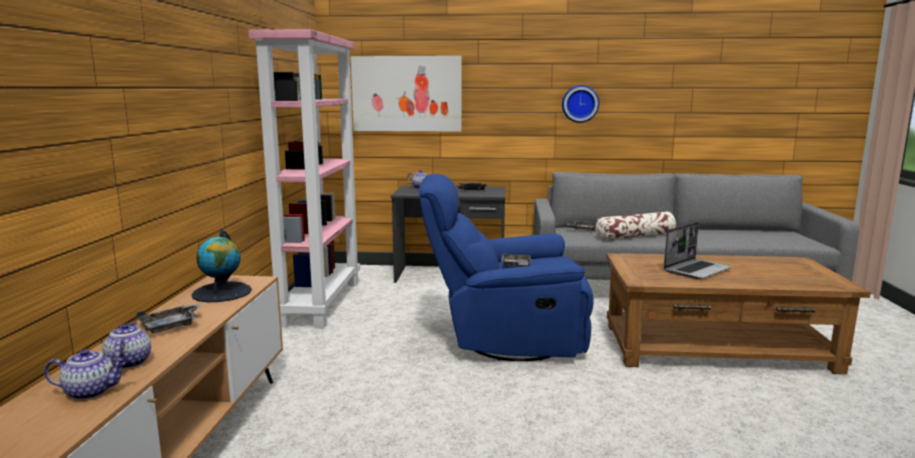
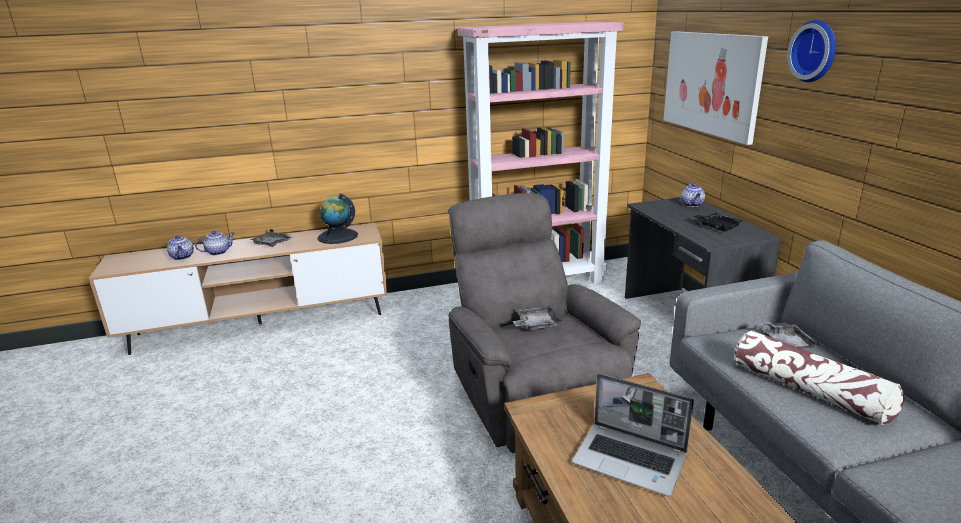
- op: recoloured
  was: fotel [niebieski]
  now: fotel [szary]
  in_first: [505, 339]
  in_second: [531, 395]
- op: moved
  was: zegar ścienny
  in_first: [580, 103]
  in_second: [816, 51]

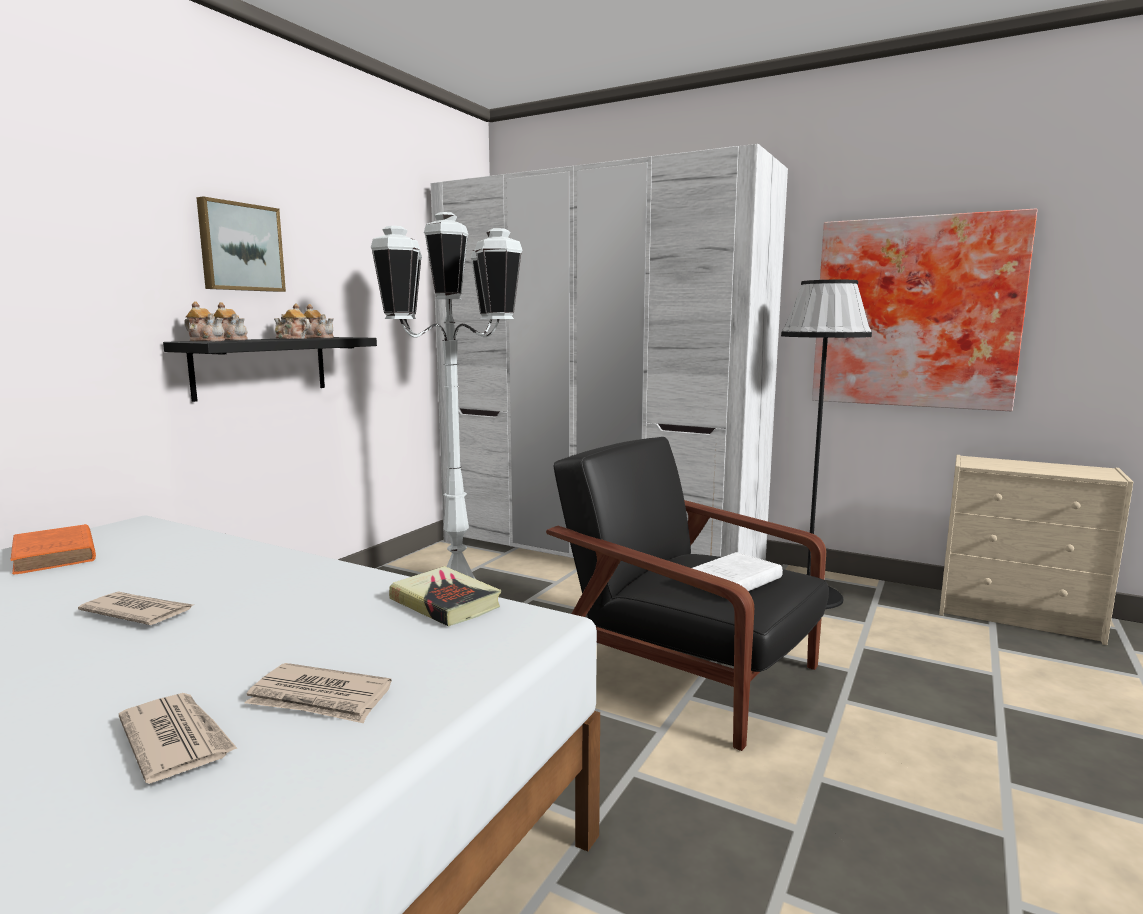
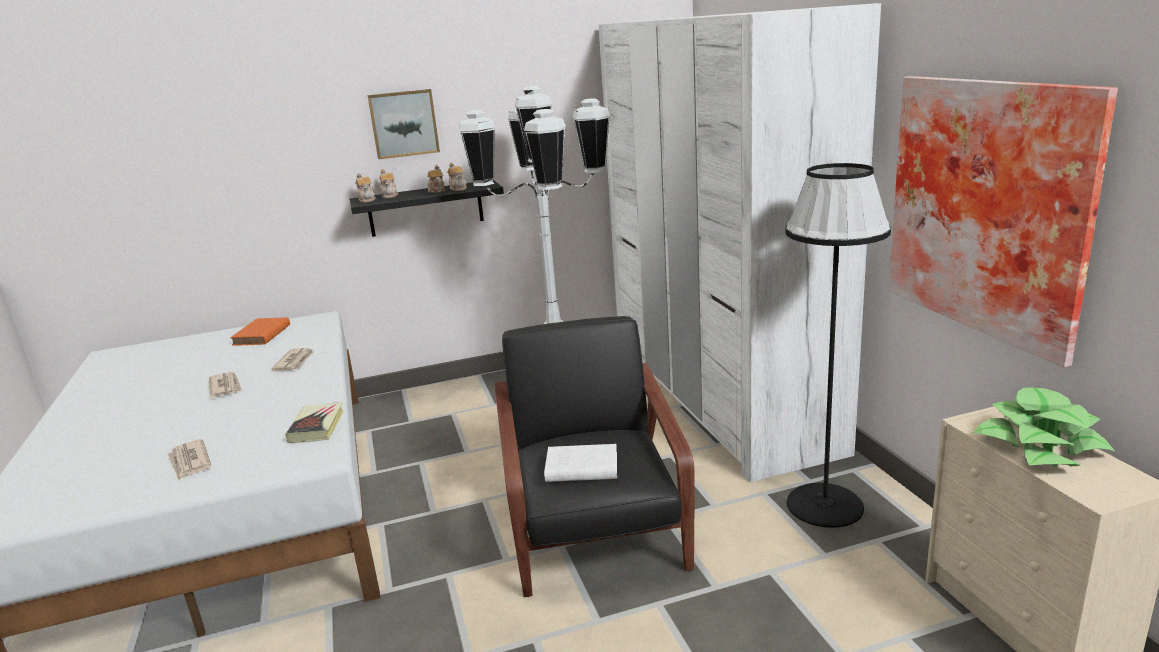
- op: moved
  was: gazeta
  in_first: [177, 739]
  in_second: [295, 362]
- op: added
  now: roślina doniczkowa
  in_second: [1040, 446]

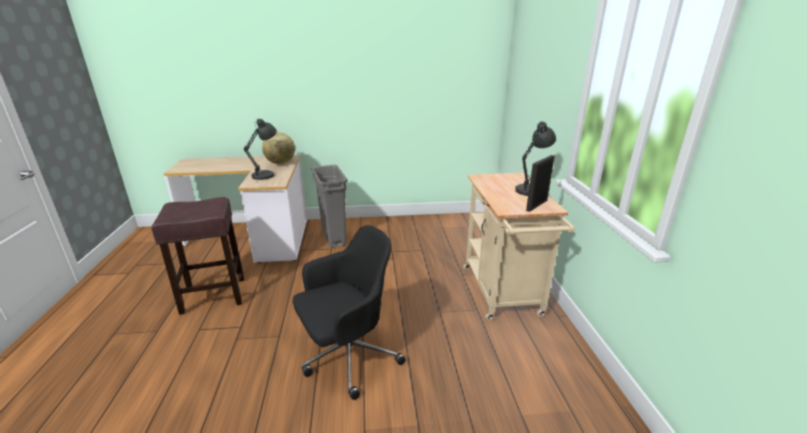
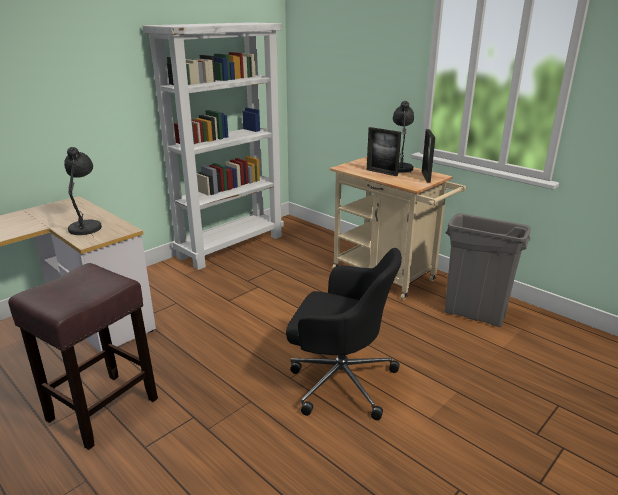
- op: removed
  was: globus
  in_first: [281, 163]
- op: turned
  was: krzesło biurowe [czarny]
  in_first: [347, 356]
  in_second: [339, 380]
  clockwise: 90
- op: moved
  was: kosz na śmieci [szary]
  in_first: [333, 237]
  in_second: [473, 315]
- op: added
  now: regał [biały]
  in_second: [231, 246]
- op: added
  now: ramka na zdjęcie
  in_second: [382, 172]

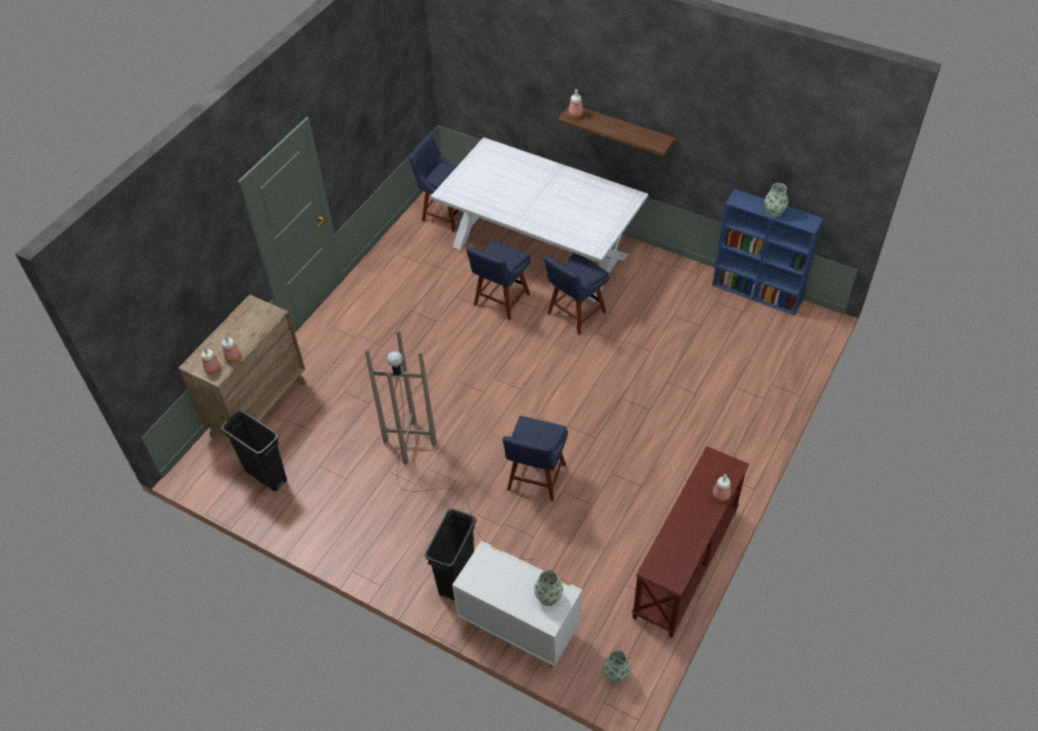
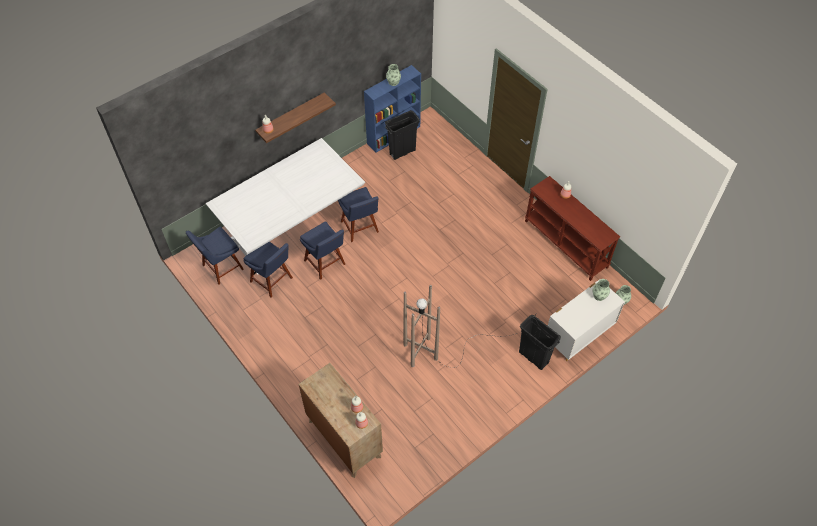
- op: moved
  was: kosz na śmieci [czarny]
  in_first: [266, 476]
  in_second: [402, 152]
- op: moved
  was: krzesło [niebieski]
  in_first: [535, 479]
  in_second: [273, 281]

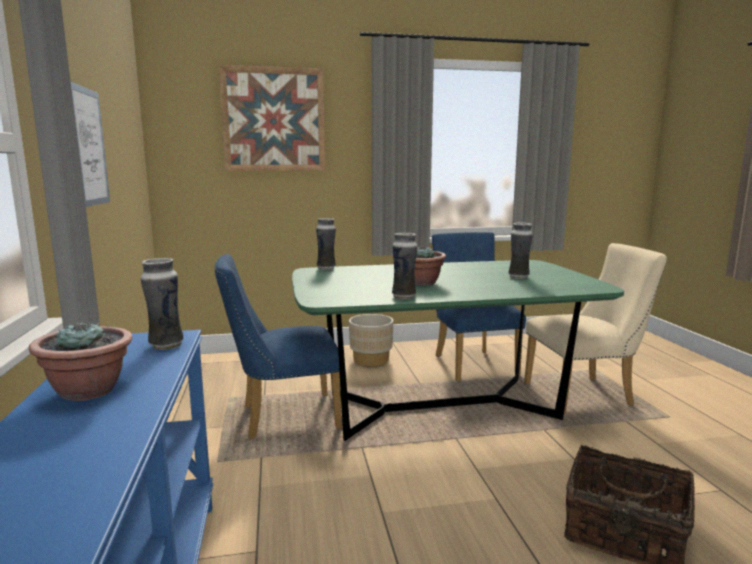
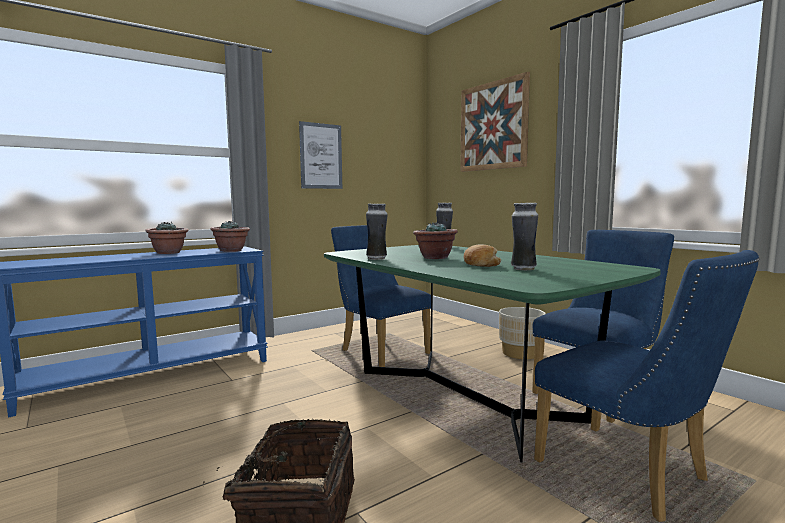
- op: replaced
  was: wazon
  now: roślina doniczkowa
  in_first: [165, 345]
  in_second: [231, 250]
- op: recoloured
  was: krzesło [beżowy]
  now: krzesło [niebieski]
  in_first: [585, 395]
  in_second: [631, 476]
- op: added
  now: chleb
  in_second: [480, 264]

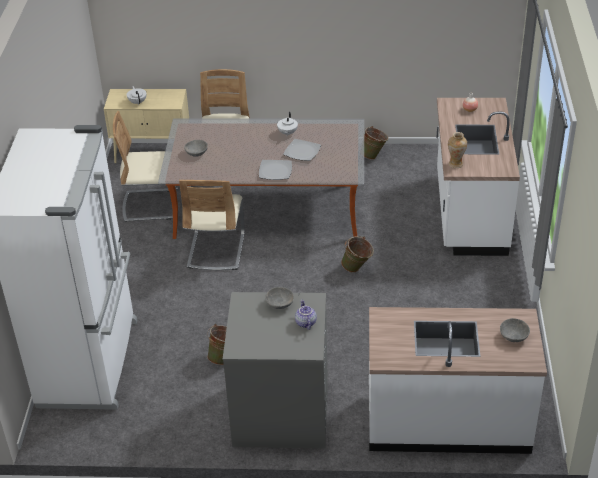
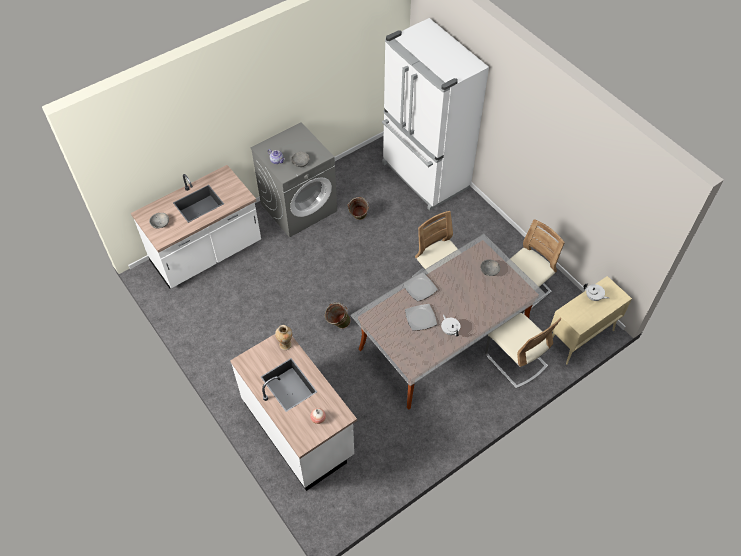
- op: removed
  was: wiadro [zielony]
  in_first: [374, 156]

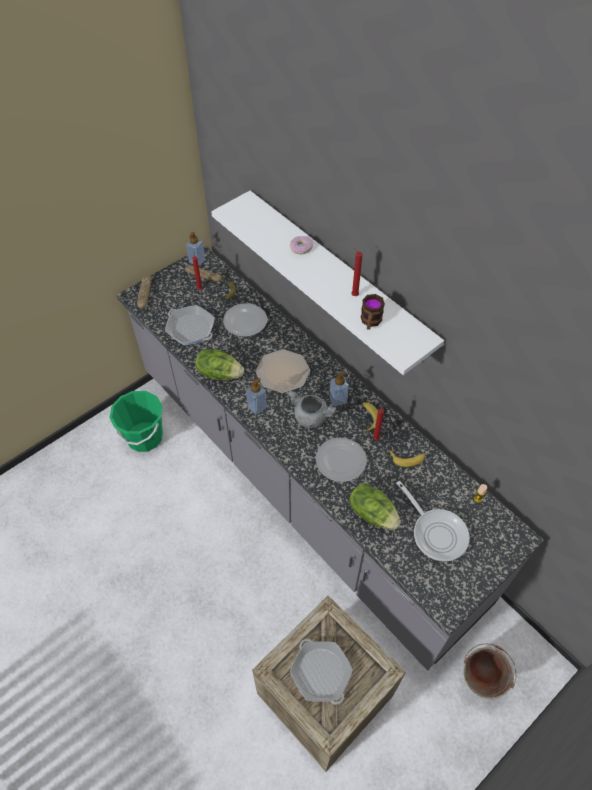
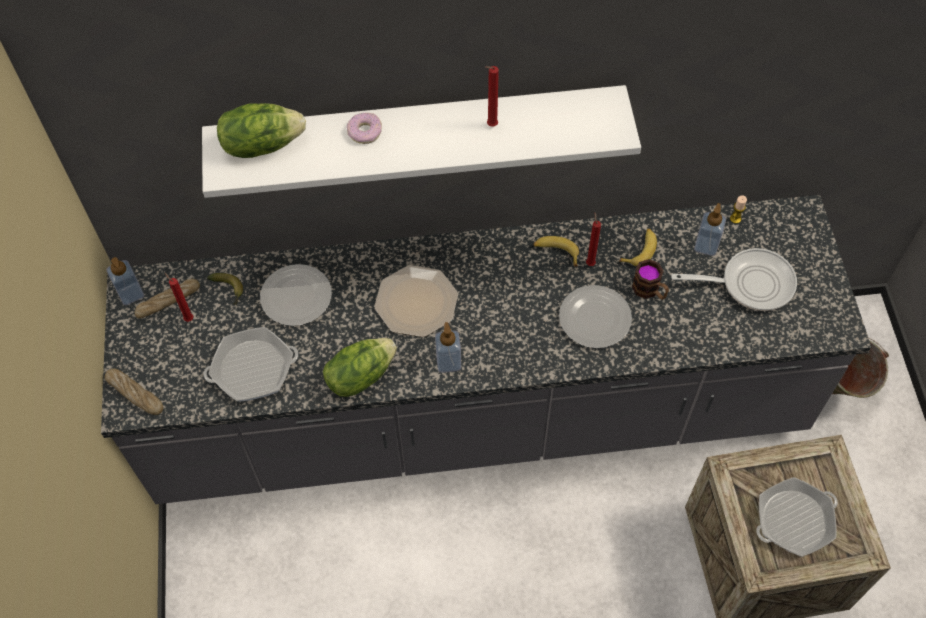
- op: removed
  was: wiadro [zielony]
  in_first: [144, 437]
- op: removed
  was: garnek [szary]
  in_first: [310, 417]
- op: turned
  was: patelnia
  in_first: [321, 673]
  in_second: [794, 520]
  clockwise: 150
- op: moved
  was: dozownik mydła
  in_first: [338, 399]
  in_second: [706, 246]
- op: moved
  was: sałata
  in_first: [373, 513]
  in_second: [262, 144]
- op: moved
  was: kubek
  in_first: [370, 322]
  in_second: [650, 291]

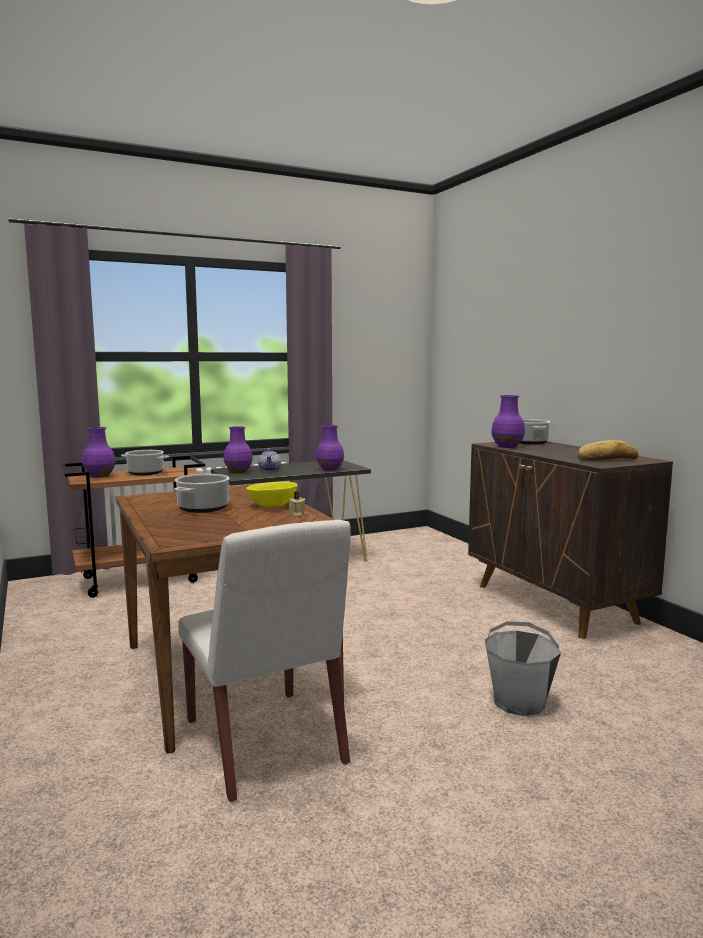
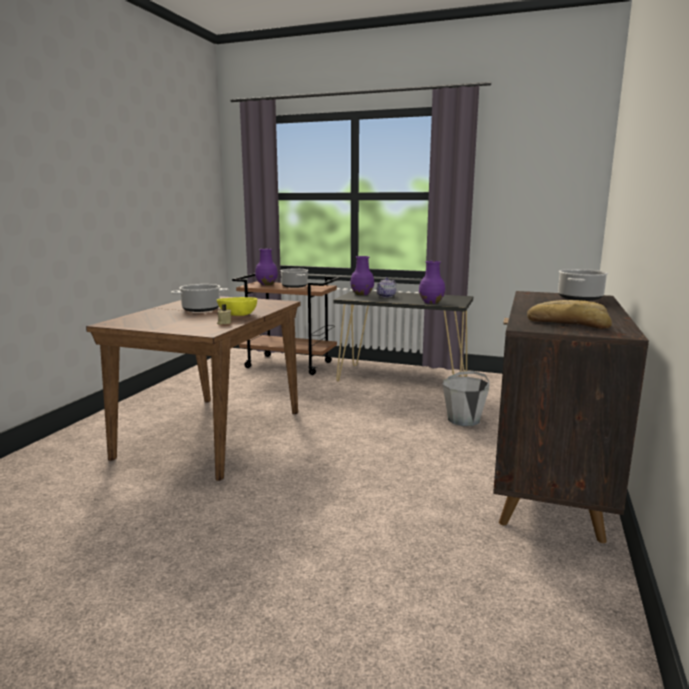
- op: removed
  was: krzesło [biały]
  in_first: [265, 743]
- op: moved
  was: wiadro [szary]
  in_first: [519, 702]
  in_second: [464, 419]
- op: removed
  was: wazon [fioletowy]
  in_first: [507, 446]

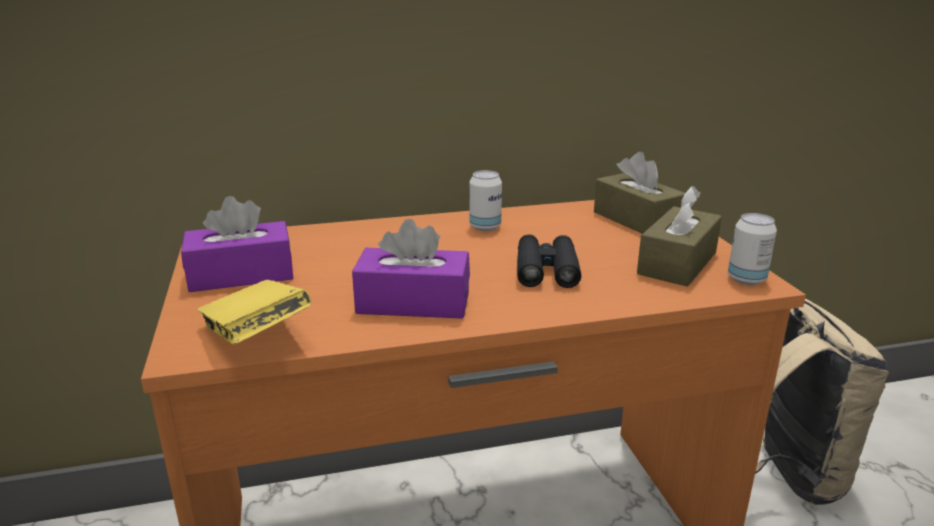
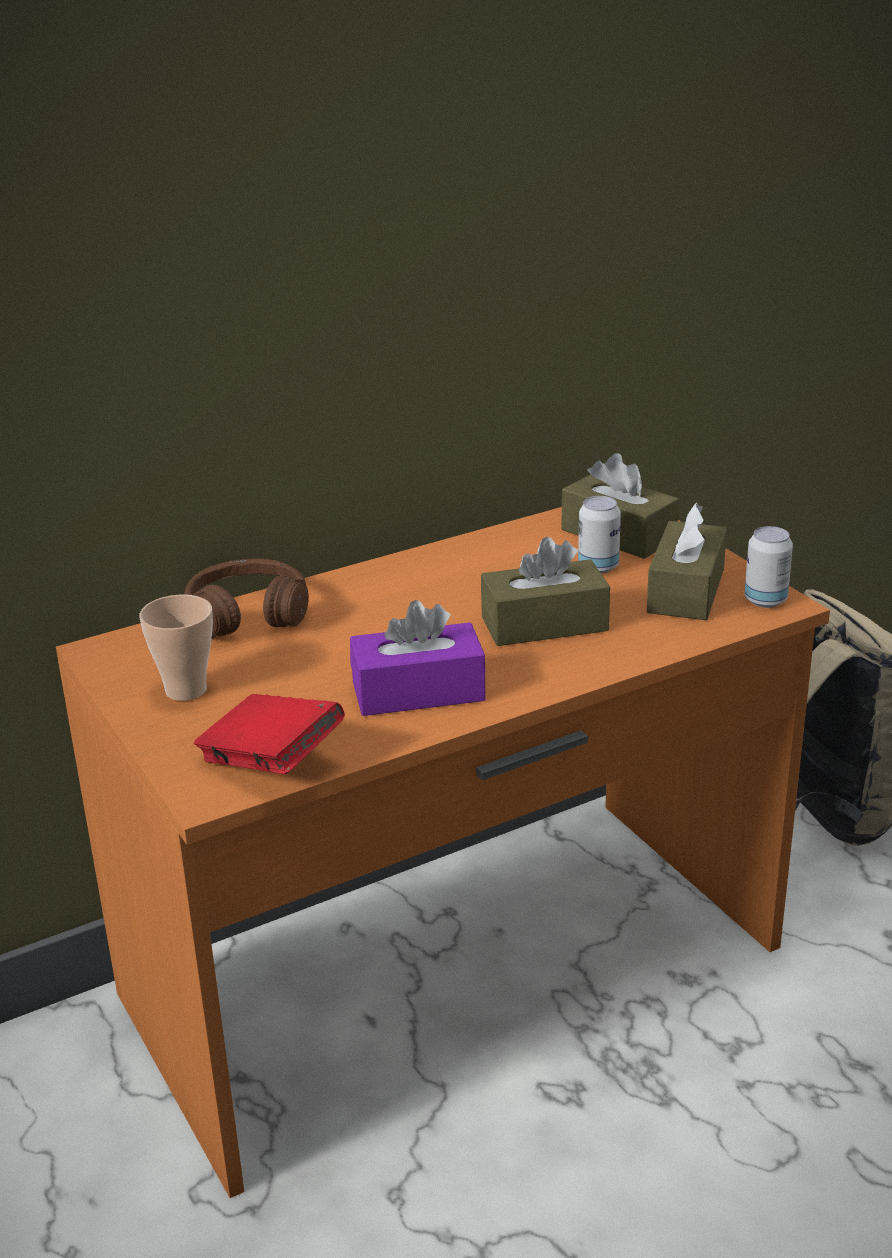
- op: replaced
  was: pudełko chusteczek [fioletowy]
  now: filiżanka
  in_first: [241, 275]
  in_second: [186, 690]
- op: recoloured
  was: książka [żółty]
  now: książka [czerwony]
  in_first: [256, 336]
  in_second: [271, 762]
- op: moved
  was: puszka
  in_first: [485, 227]
  in_second: [598, 567]
- op: replaced
  was: lornetka [czarny]
  now: pudełko chusteczek [brązowy]
  in_first: [546, 270]
  in_second: [544, 624]
- op: added
  now: słuchawki [brązowy]
  in_second: [248, 614]

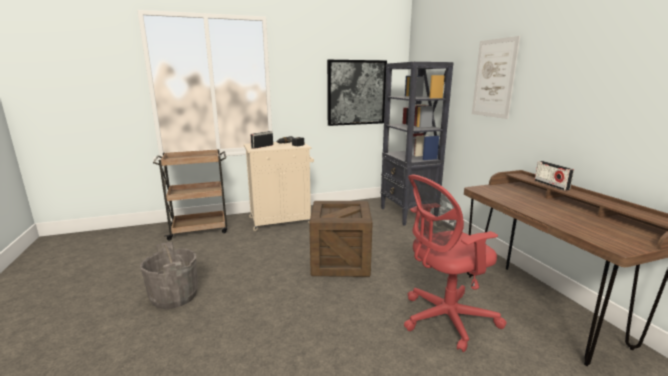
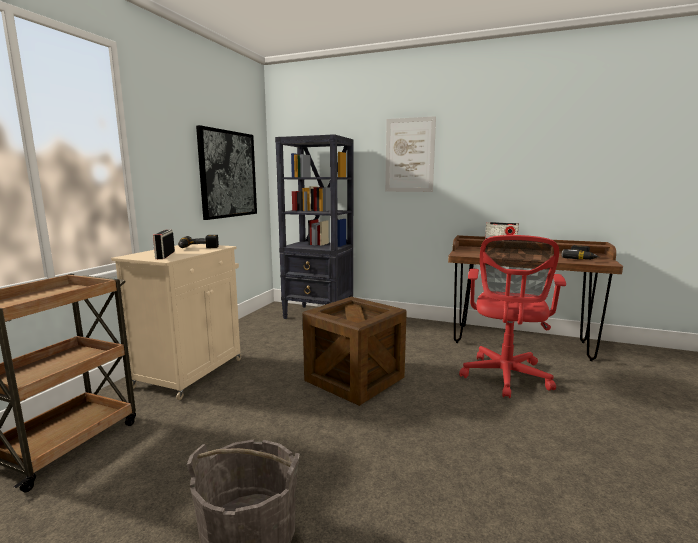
- op: added
  now: wiertarka
  in_second: [581, 258]

